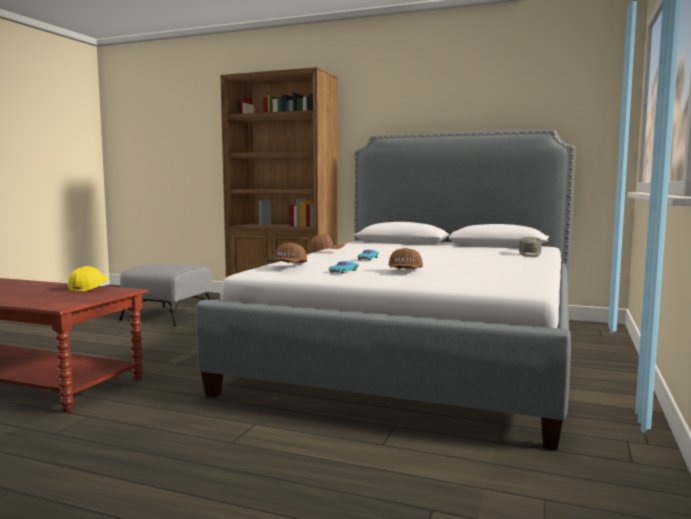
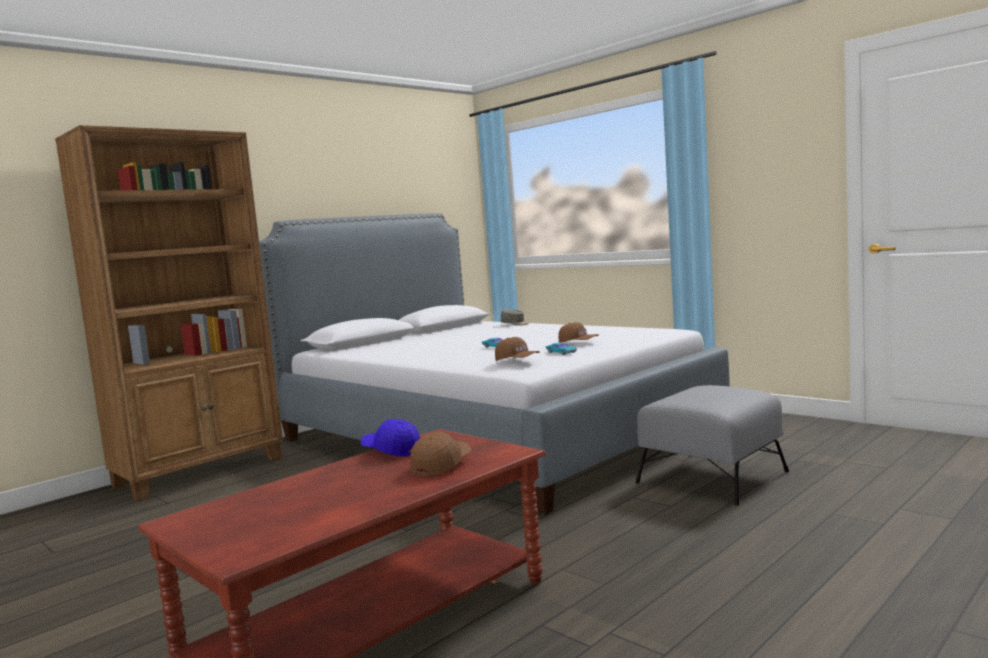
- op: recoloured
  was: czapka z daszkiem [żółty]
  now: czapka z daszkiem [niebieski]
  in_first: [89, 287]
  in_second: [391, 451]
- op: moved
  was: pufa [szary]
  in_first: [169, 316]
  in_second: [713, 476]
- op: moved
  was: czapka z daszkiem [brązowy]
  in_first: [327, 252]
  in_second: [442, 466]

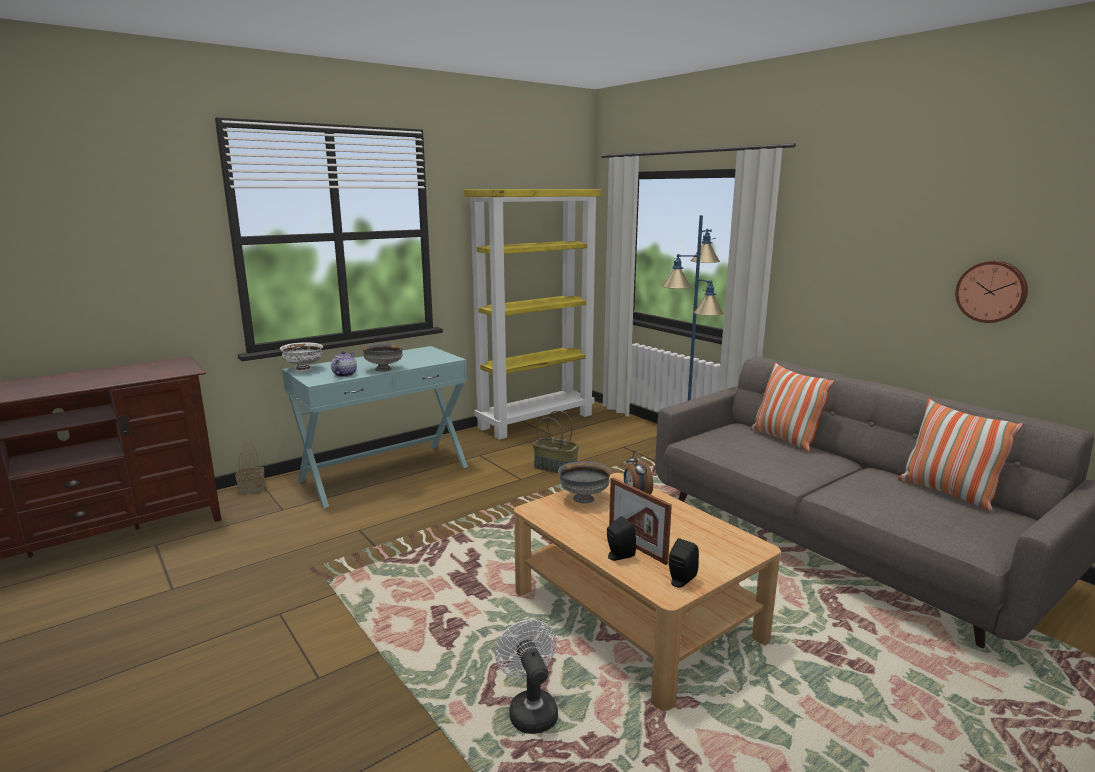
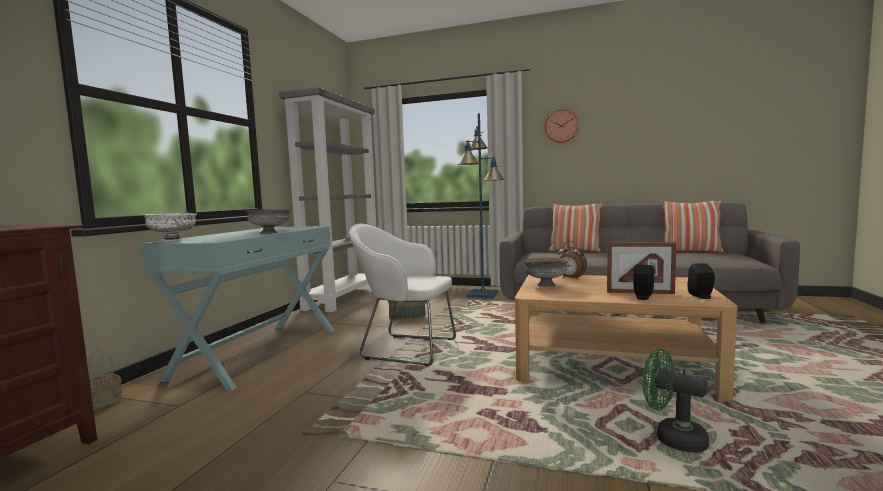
- op: removed
  was: imbryk
  in_first: [344, 374]
- op: recoloured
  was: regał [żółty]
  now: regał [szary]
  in_first: [536, 421]
  in_second: [343, 298]
- op: recoloured
  was: wentylator [biały]
  now: wentylator [zielony]
  in_first: [530, 709]
  in_second: [672, 438]
- op: moved
  was: zegar ścienny
  in_first: [991, 291]
  in_second: [561, 126]
- op: added
  now: fotel [biały]
  in_second: [405, 349]

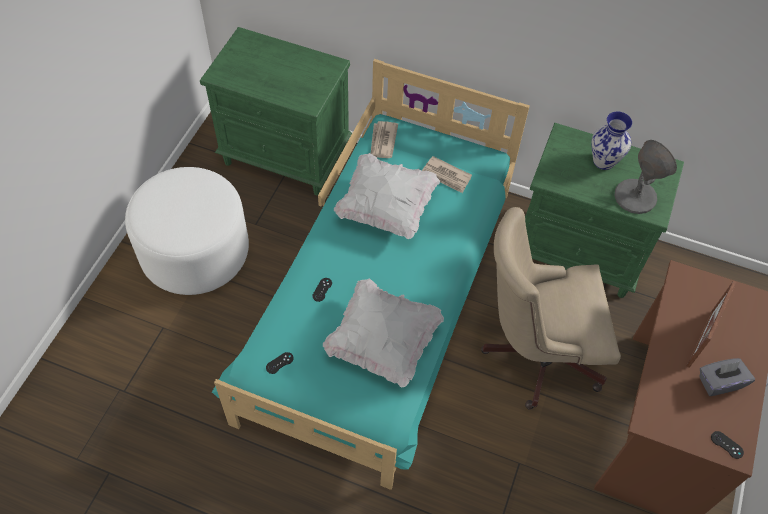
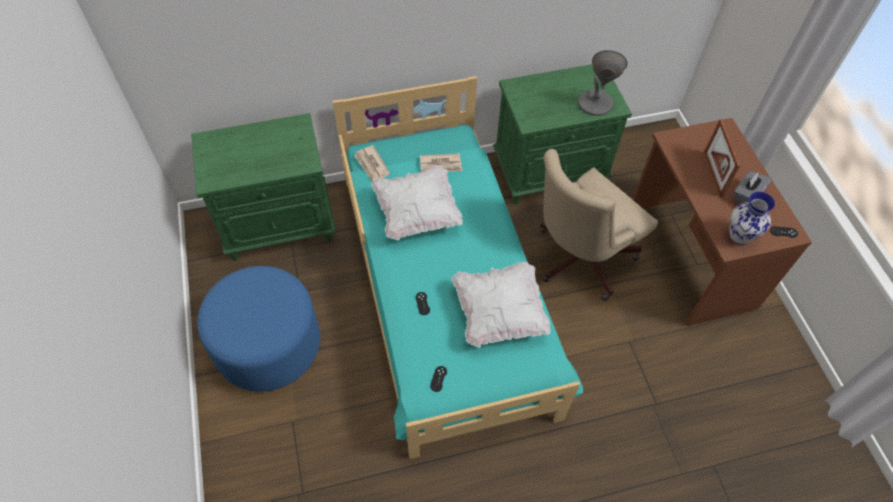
- op: recoloured
  was: pufa [biały]
  now: pufa [niebieski]
  in_first: [195, 252]
  in_second: [268, 345]
- op: moved
  was: wazon
  in_first: [603, 160]
  in_second: [739, 235]

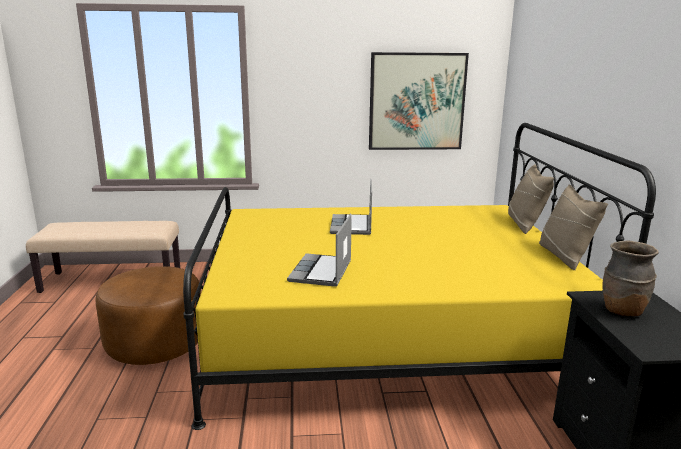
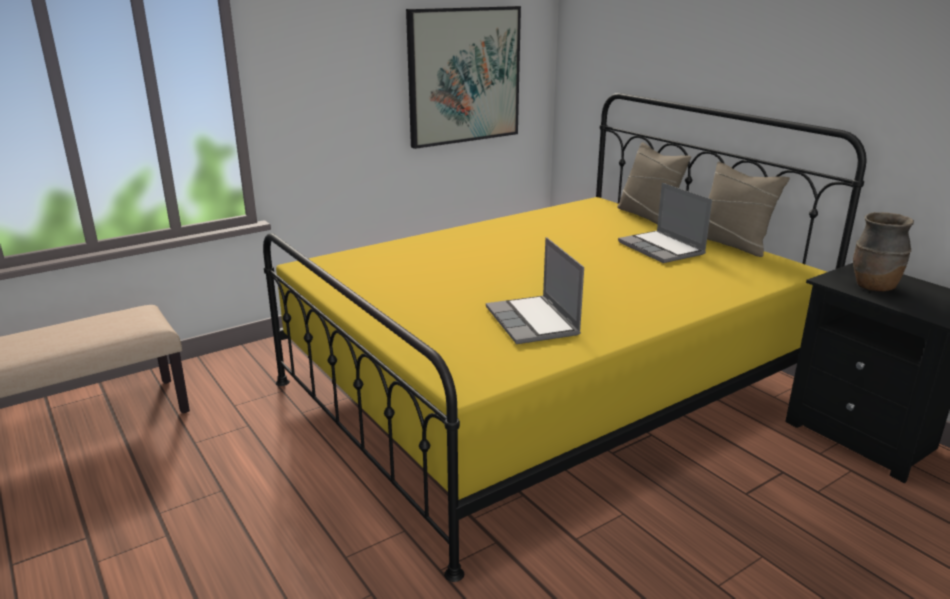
- op: removed
  was: pufa [brązowy]
  in_first: [155, 343]
- op: moved
  was: laptop
  in_first: [352, 226]
  in_second: [662, 249]

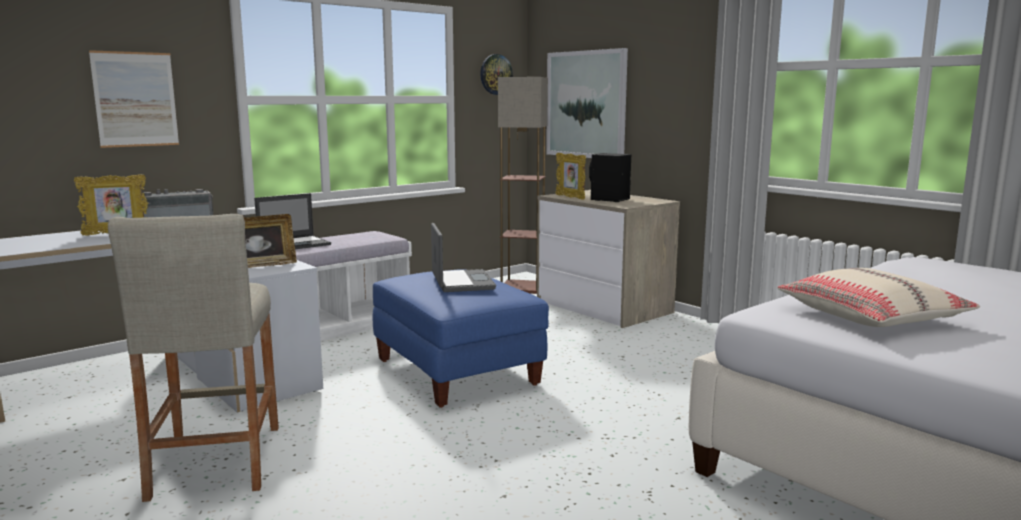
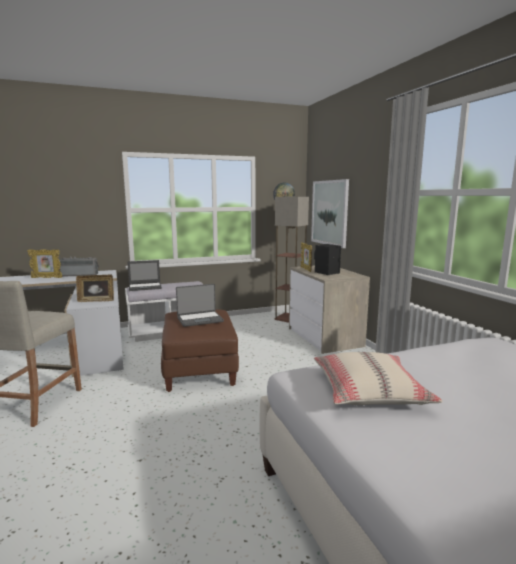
- op: removed
  was: obraz
  in_first: [135, 99]
- op: recoloured
  was: pufa [niebieski]
  now: pufa [brązowy]
  in_first: [456, 372]
  in_second: [199, 370]
- op: turned
  was: laptop
  in_first: [461, 282]
  in_second: [200, 319]
  clockwise: 60

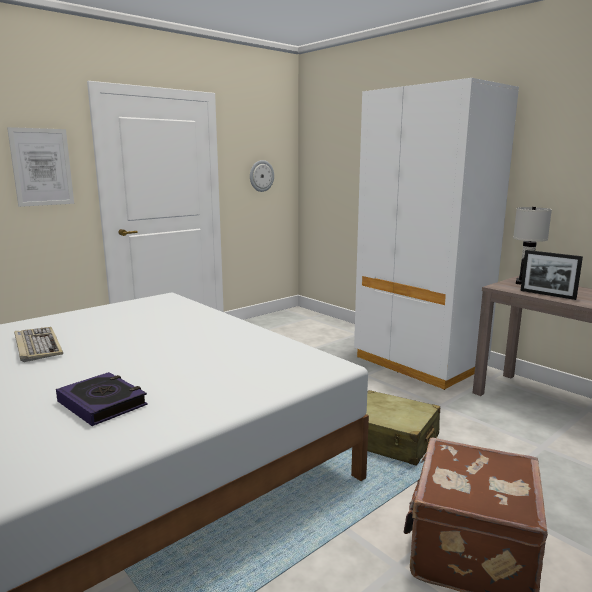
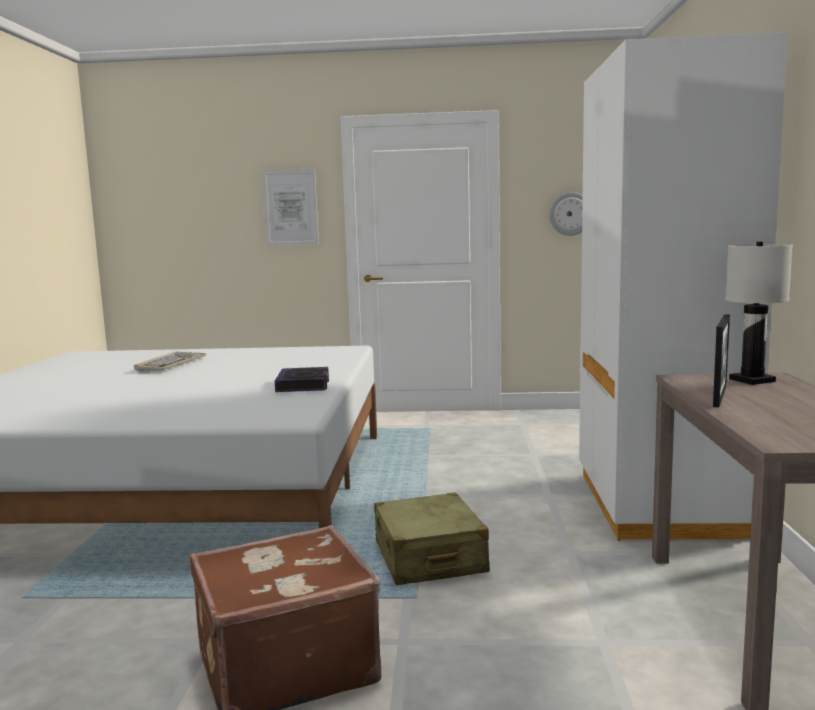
- op: moved
  was: książka
  in_first: [102, 403]
  in_second: [303, 385]
- op: turned
  was: ramka na zdjęcie
  in_first: [547, 294]
  in_second: [720, 396]
  clockwise: -150

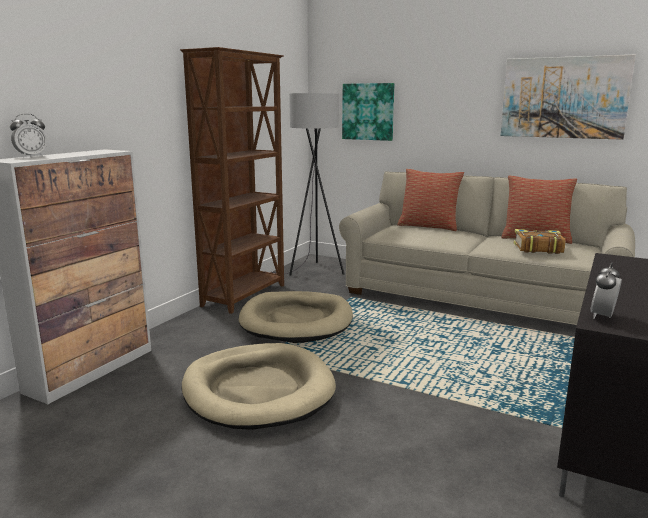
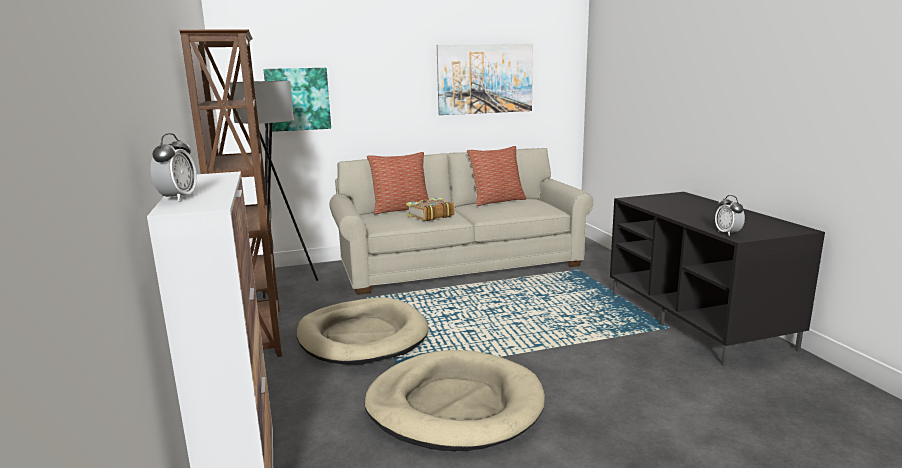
- op: moved
  was: książka
  in_first: [537, 248]
  in_second: [430, 216]

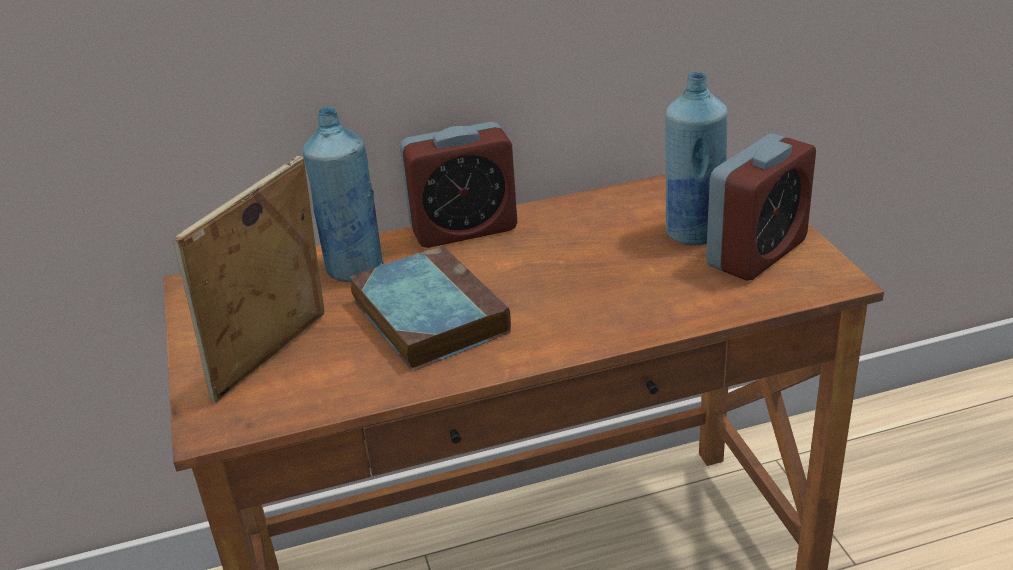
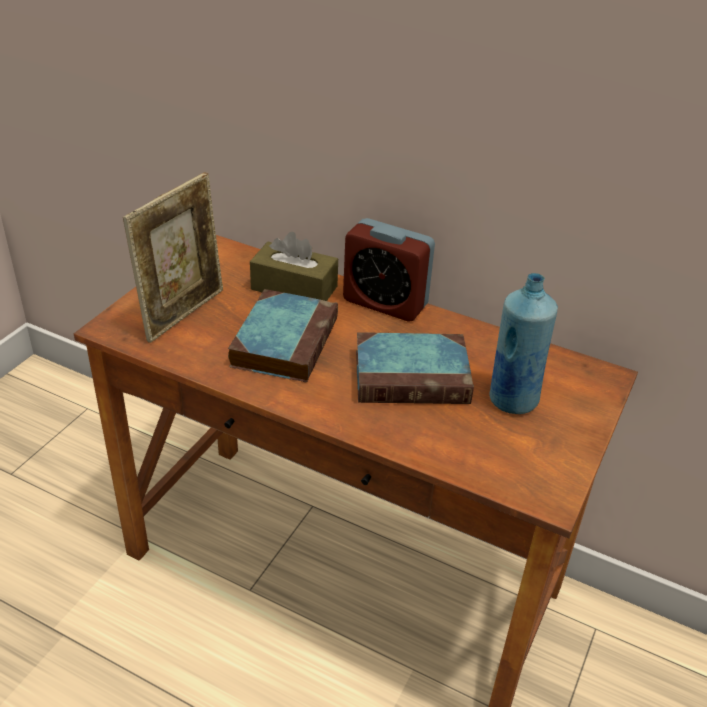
- op: turned
  was: ramka na zdjęcie
  in_first: [274, 360]
  in_second: [183, 313]
  clockwise: 135
- op: replaced
  was: butelka [niebieski]
  now: pudełko chusteczek [brązowy]
  in_first: [354, 268]
  in_second: [294, 288]
- op: removed
  was: budzik
  in_first: [756, 253]
- op: added
  now: książka
  in_second: [414, 376]

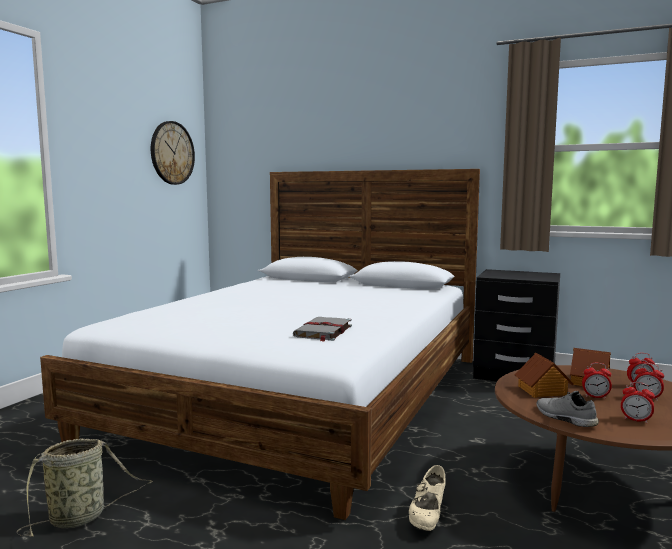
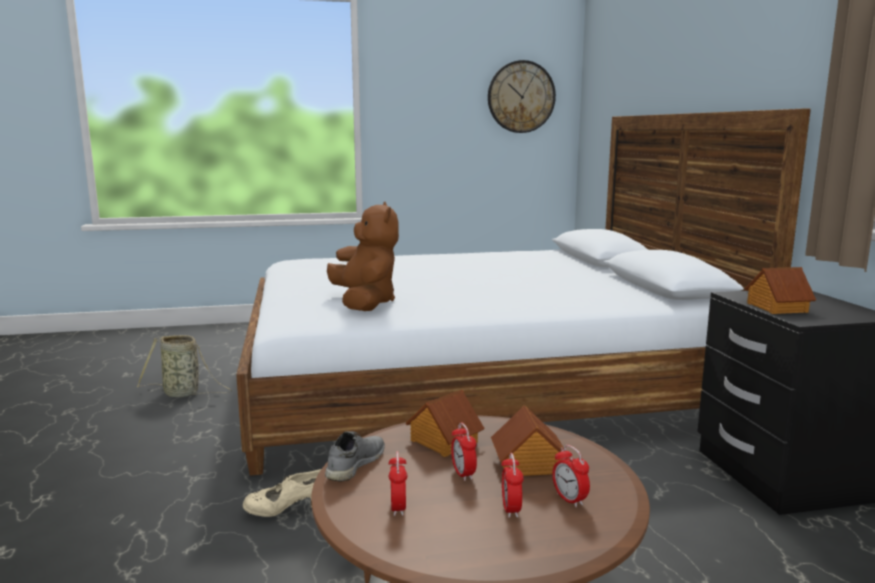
- op: replaced
  was: książka [szary]
  now: pluszak [brązowy]
  in_first: [323, 331]
  in_second: [365, 303]
- op: added
  now: domek
  in_second: [776, 307]

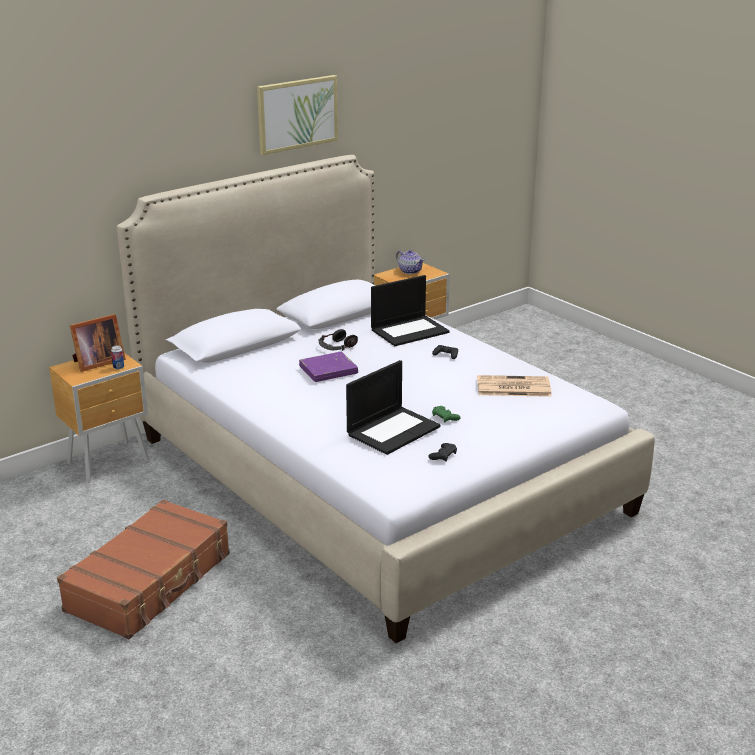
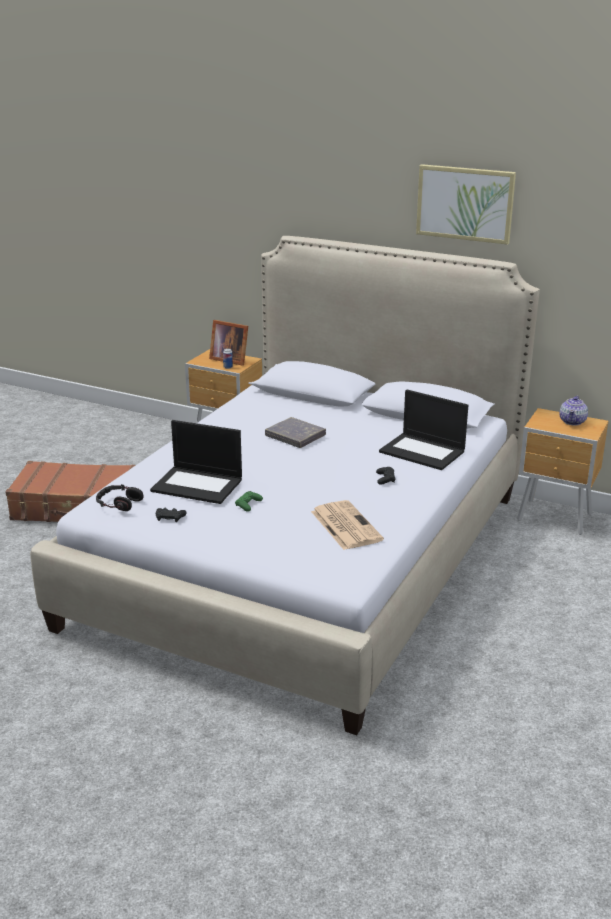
- op: recoloured
  was: książka [fioletowy]
  now: książka [szary]
  in_first: [328, 370]
  in_second: [295, 436]
- op: moved
  was: słuchawki
  in_first: [337, 346]
  in_second: [119, 503]

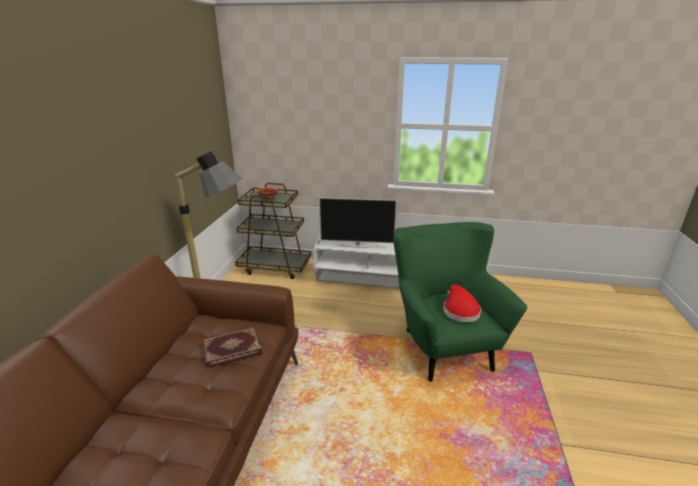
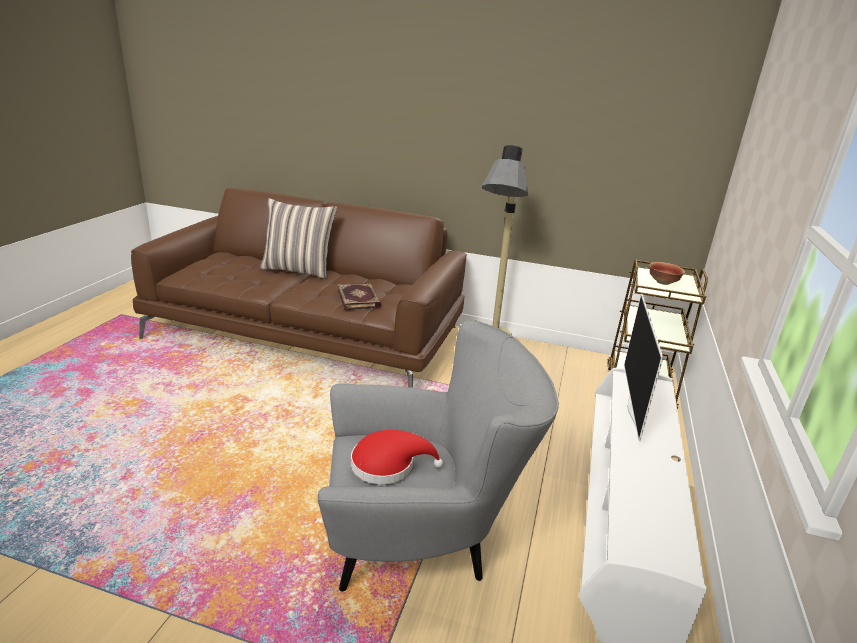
- op: recoloured
  was: fotel [zielony]
  now: fotel [szary]
  in_first: [442, 345]
  in_second: [422, 541]
- op: added
  now: poduszka
  in_second: [298, 270]

